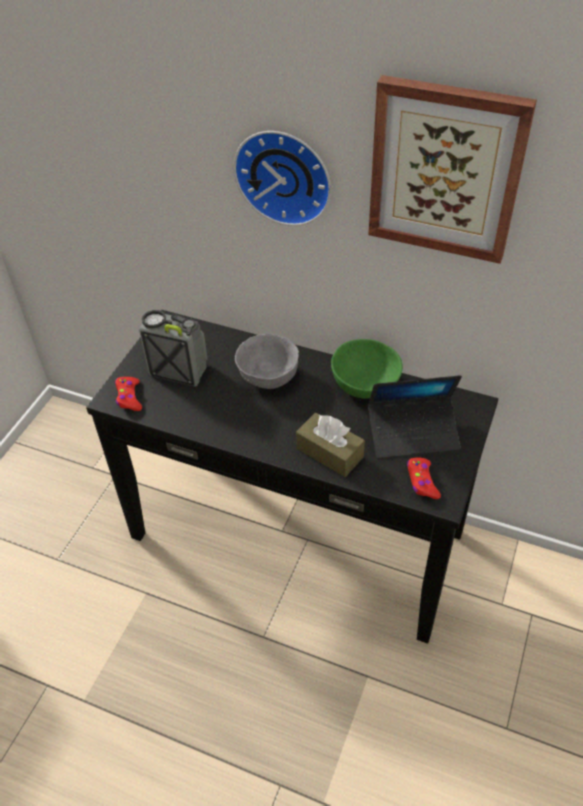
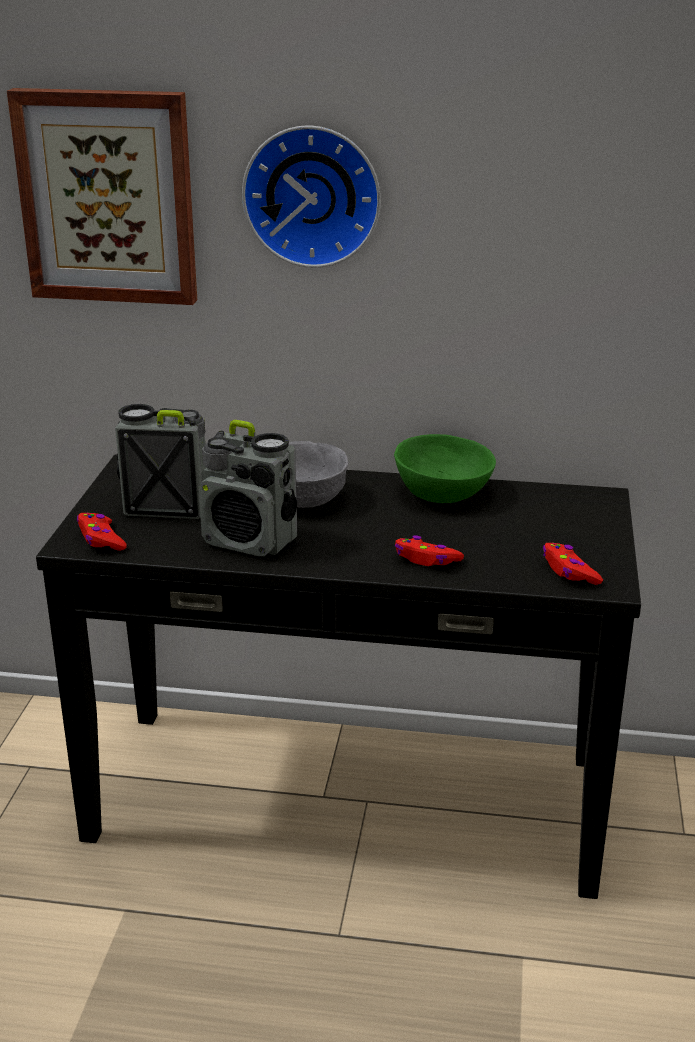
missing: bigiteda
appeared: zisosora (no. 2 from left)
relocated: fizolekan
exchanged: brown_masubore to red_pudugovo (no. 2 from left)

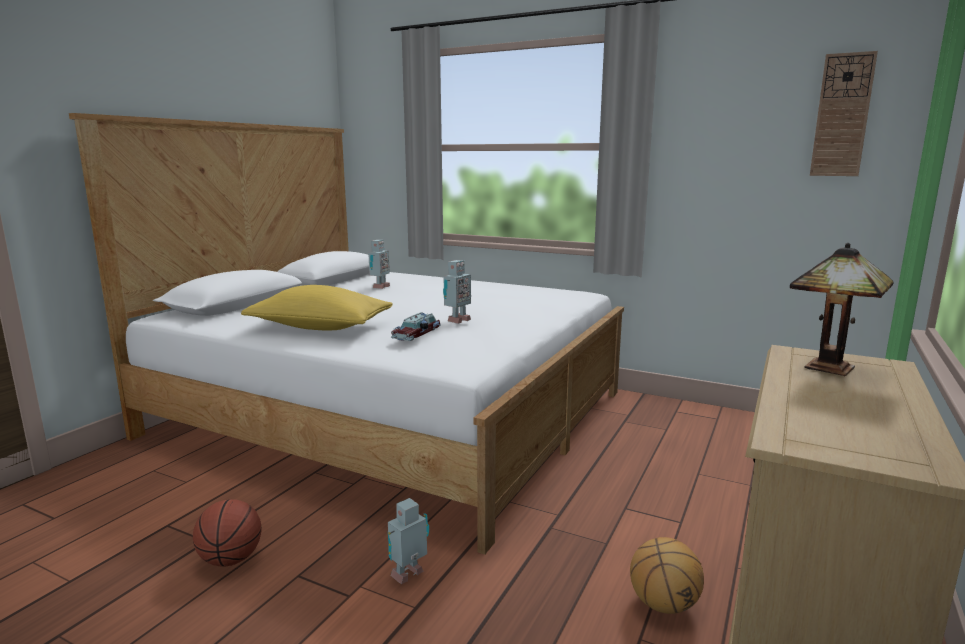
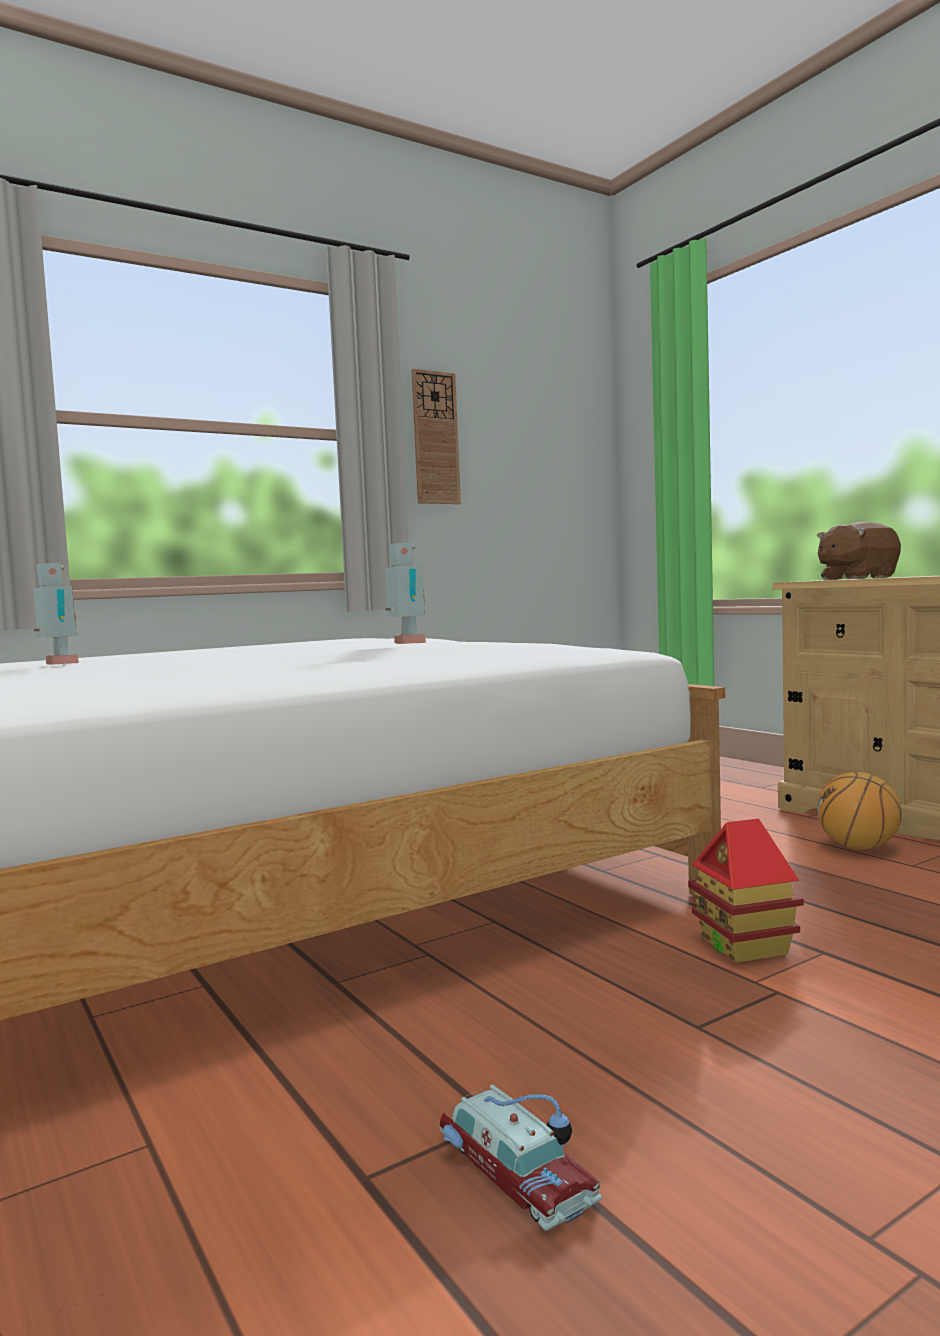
missing: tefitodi (no. 1 from left); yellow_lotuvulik
relocated: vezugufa; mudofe
exchanged: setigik (no. 2 from left) to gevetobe; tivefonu to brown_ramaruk

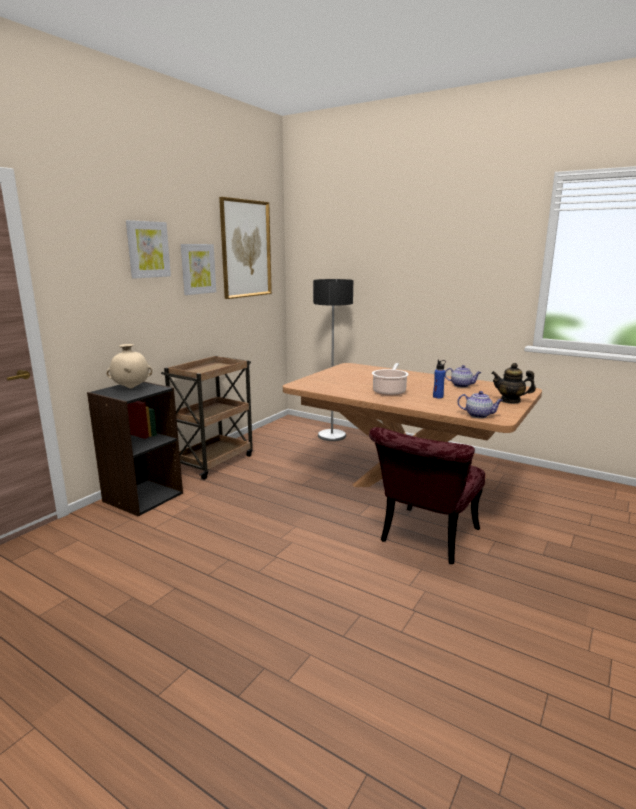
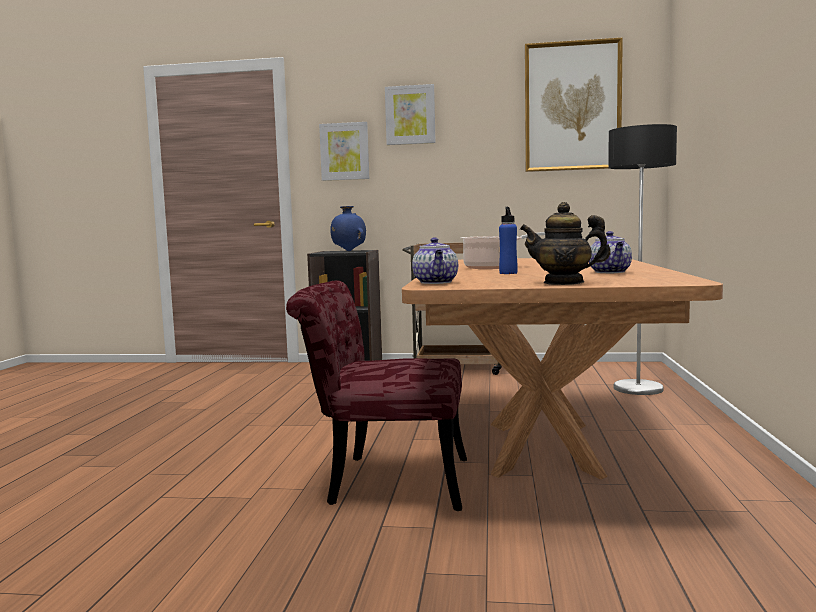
relocated: fizolekan (no. 2 from left in the first image) to fizolekan (no. 1 from left)
colour: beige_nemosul to blue_nemosul
spun: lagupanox (no. 3 from left in the first image) 75 degrees counterclockwise

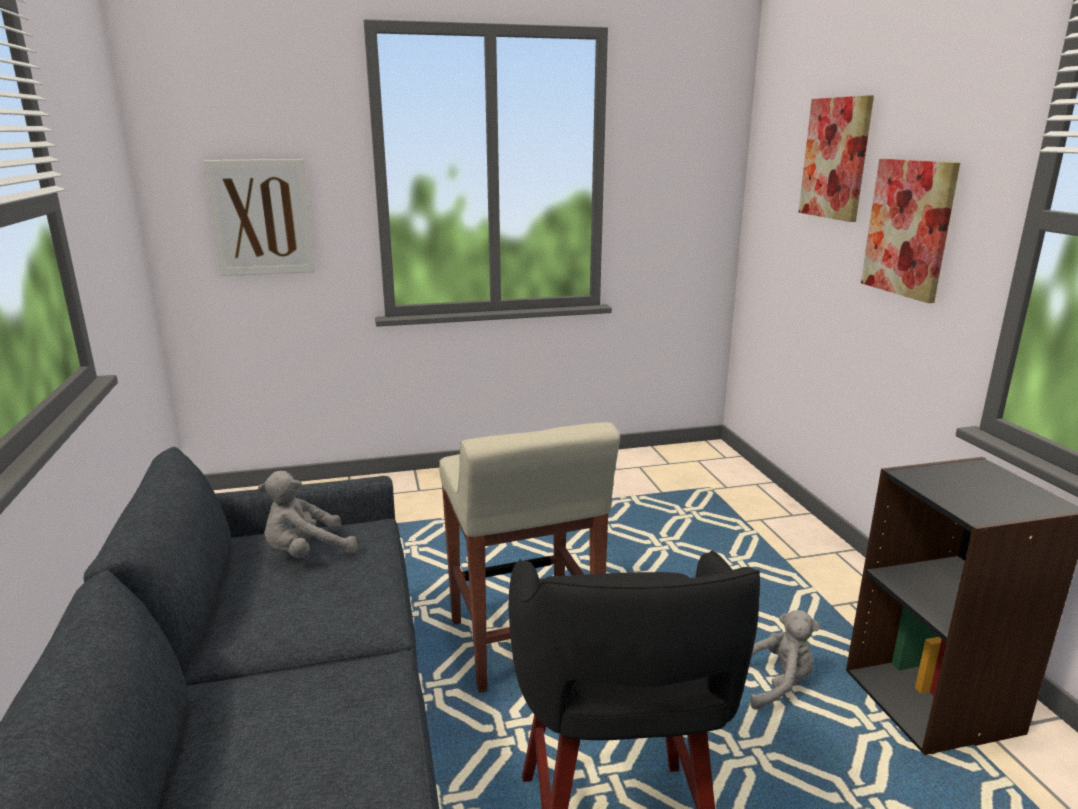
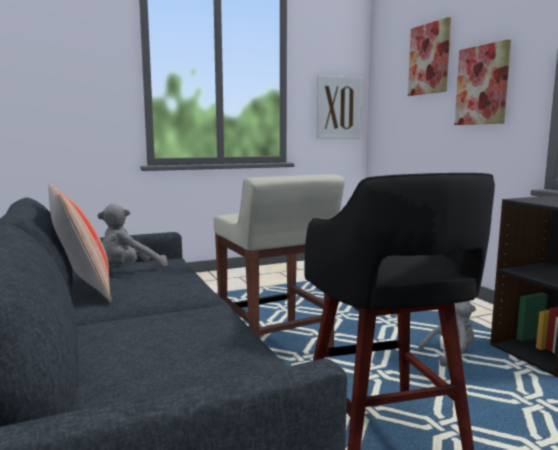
appeared: lotuvulik
relocated: fizolekan (no. 1 from left)

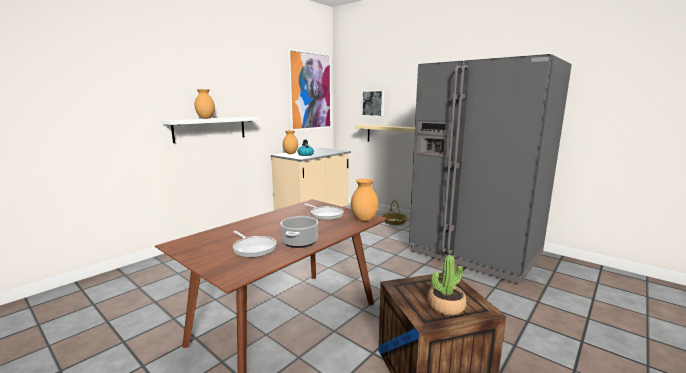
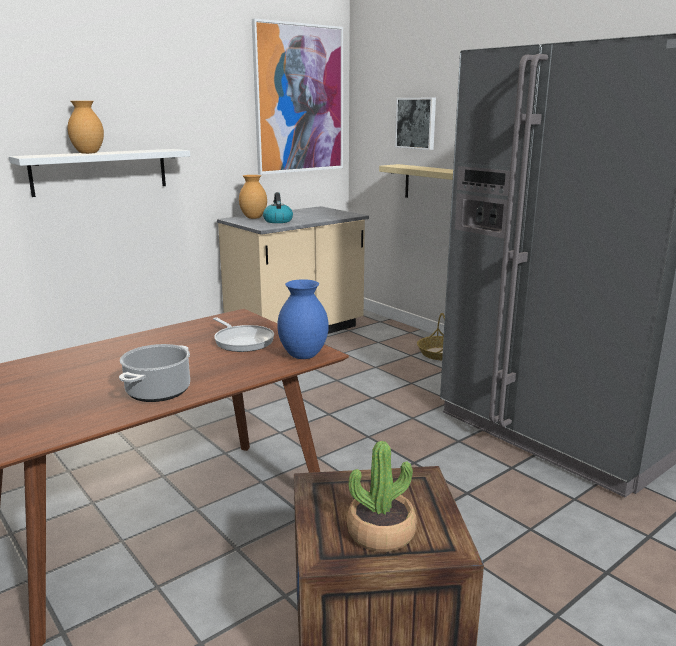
missing: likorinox (no. 1 from left)
colour: brown_nemosul (no. 3 from left) to blue_nemosul

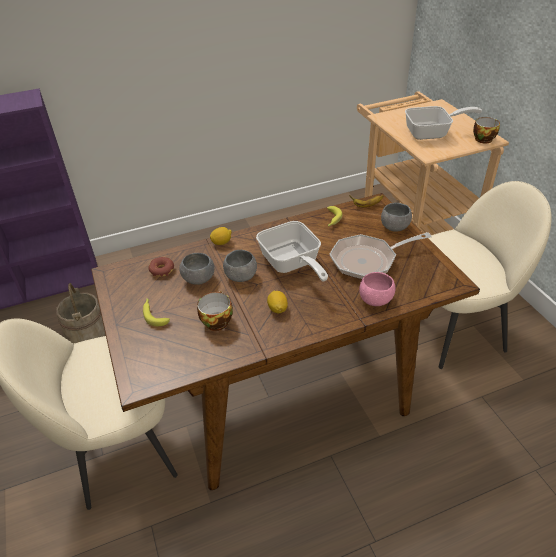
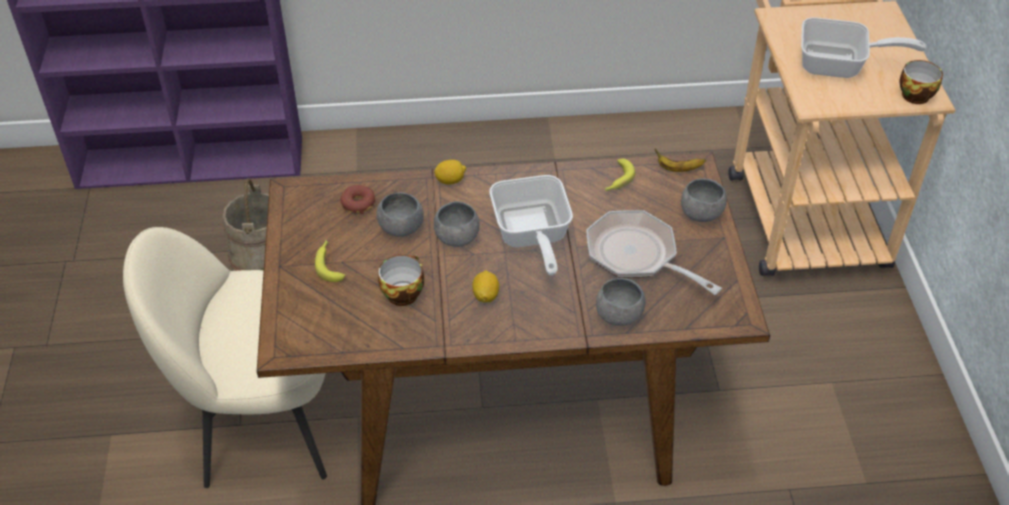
missing: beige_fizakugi (no. 2 from left)
colour: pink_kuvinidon to grey_kuvinidon (no. 3 from left)
spun: likorinox (no. 2 from left) 45 degrees clockwise

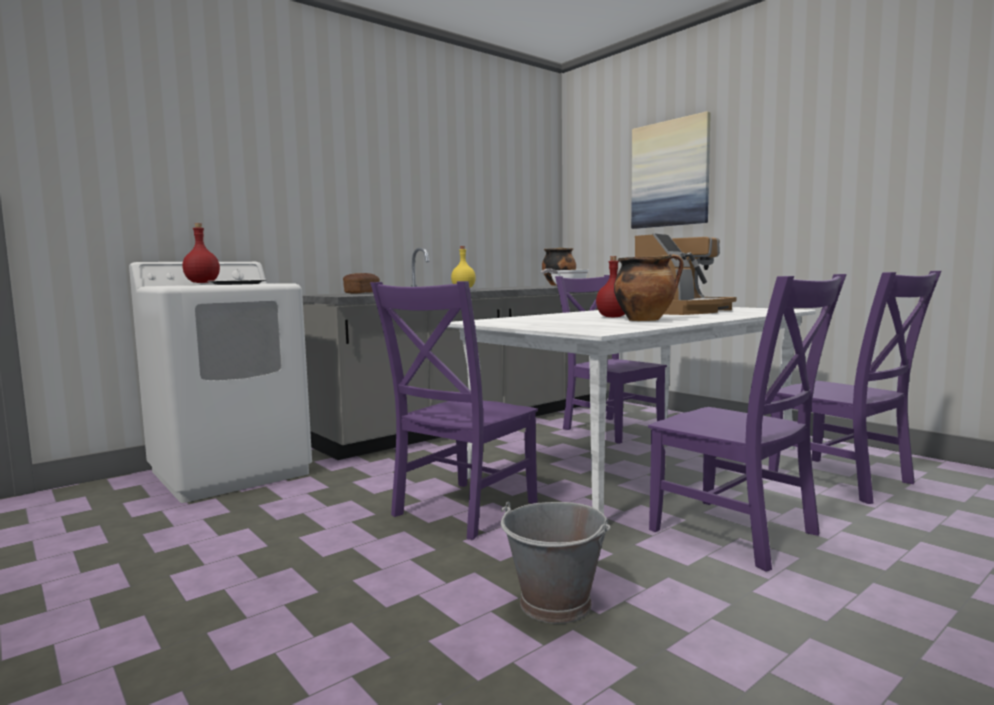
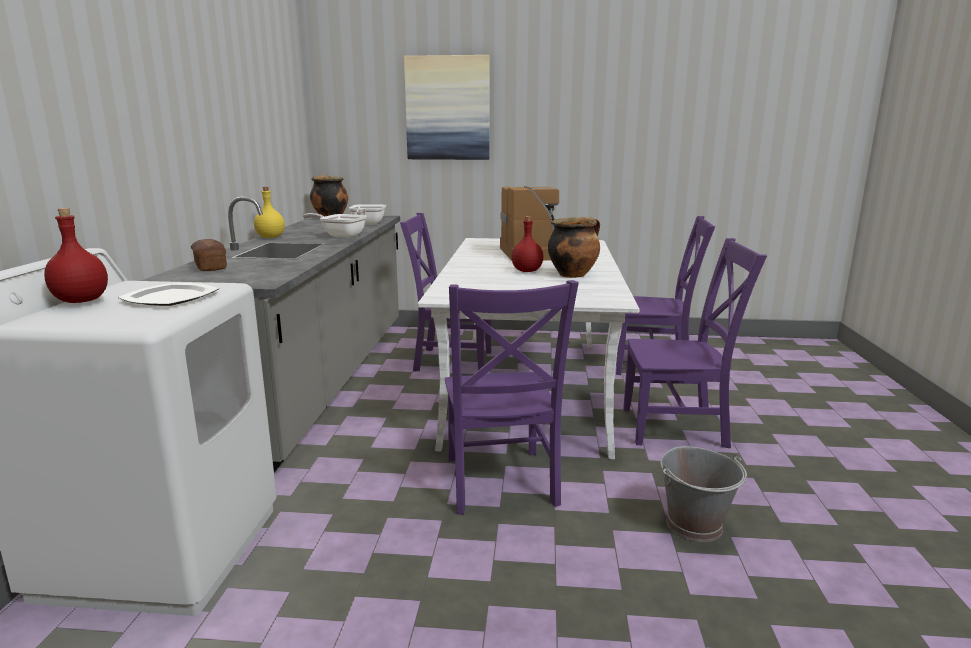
appeared: likorinox (no. 1 from left)

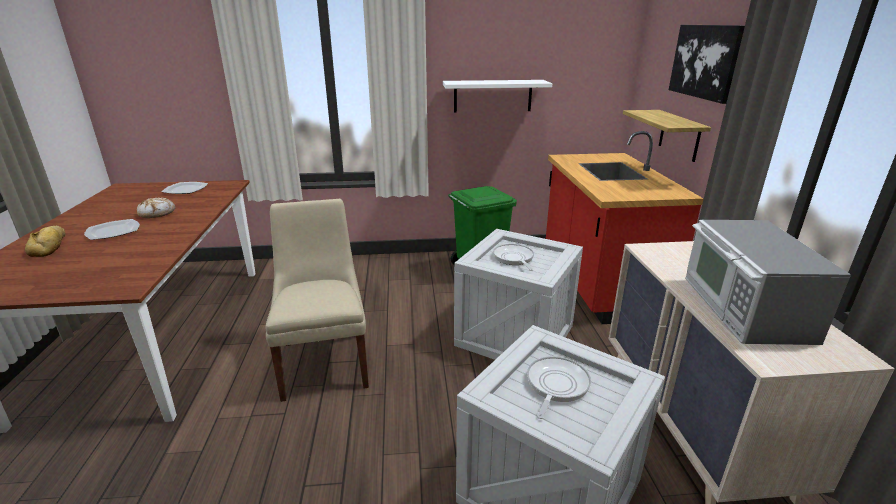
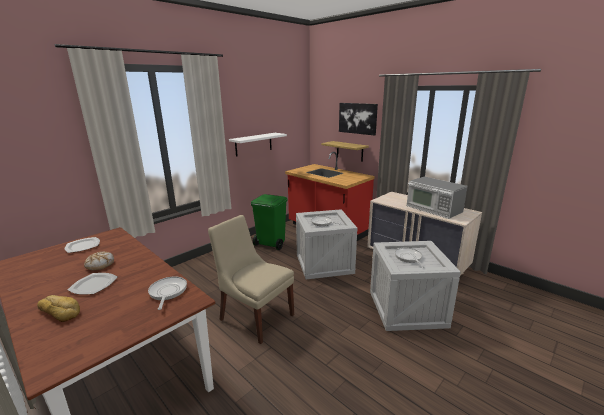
appeared: likorinox (no. 1 from left)

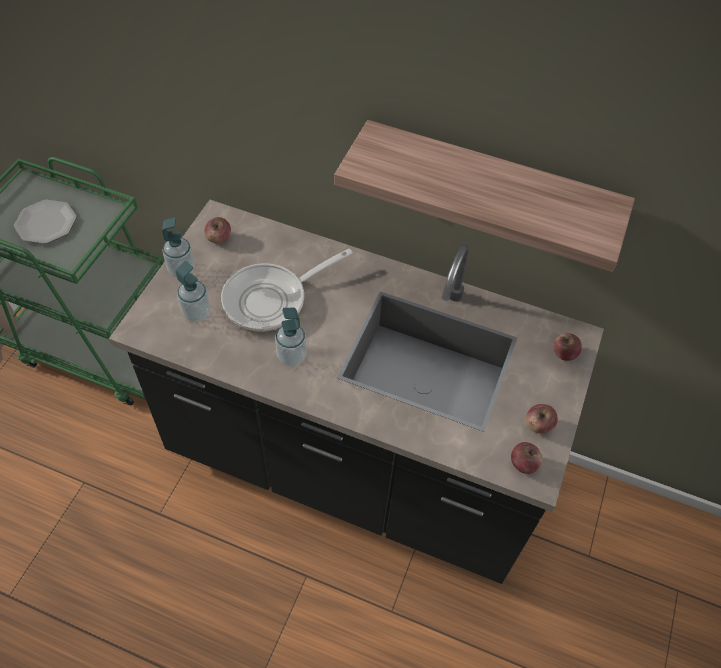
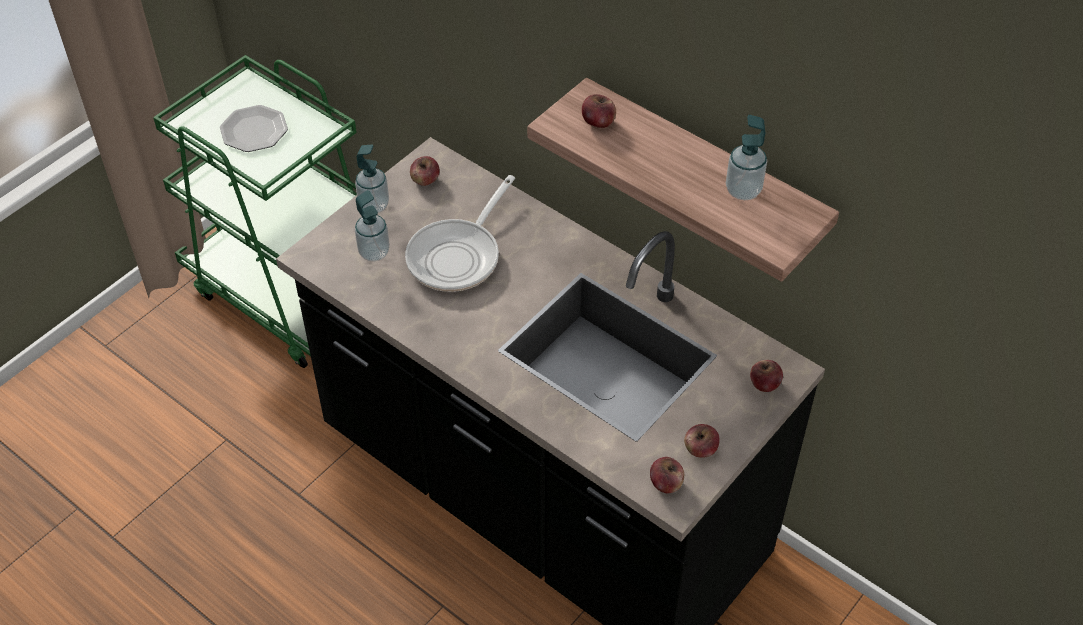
appeared: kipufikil (no. 2 from left)
relocated: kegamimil (no. 3 from left)
spun: likorinox 45 degrees counterclockwise

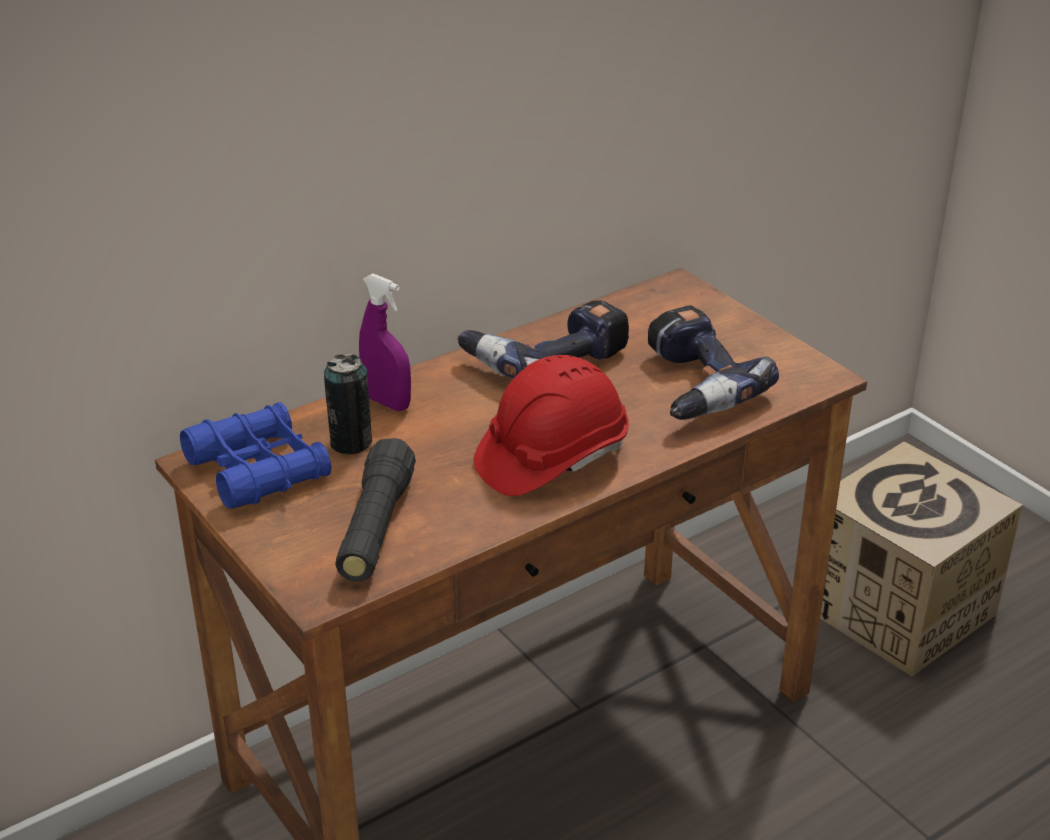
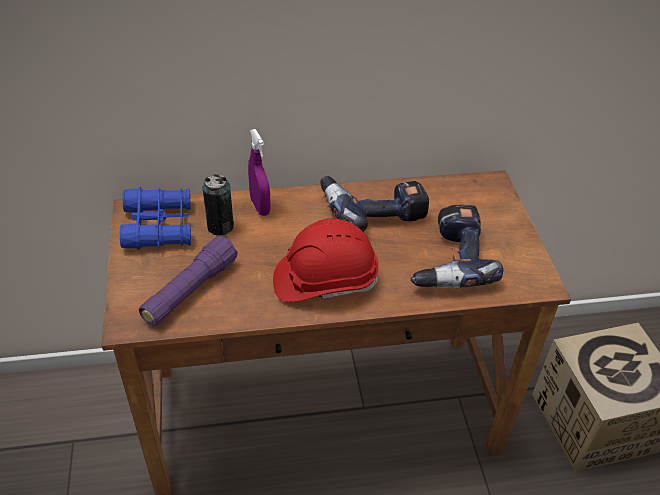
colour: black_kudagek to purple_kudagek

